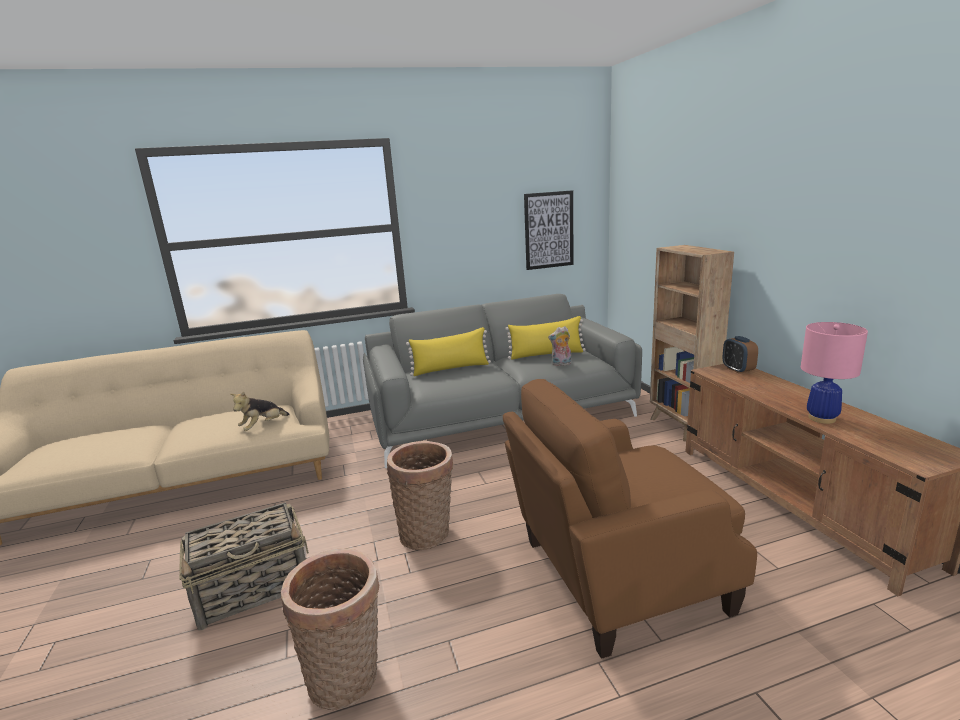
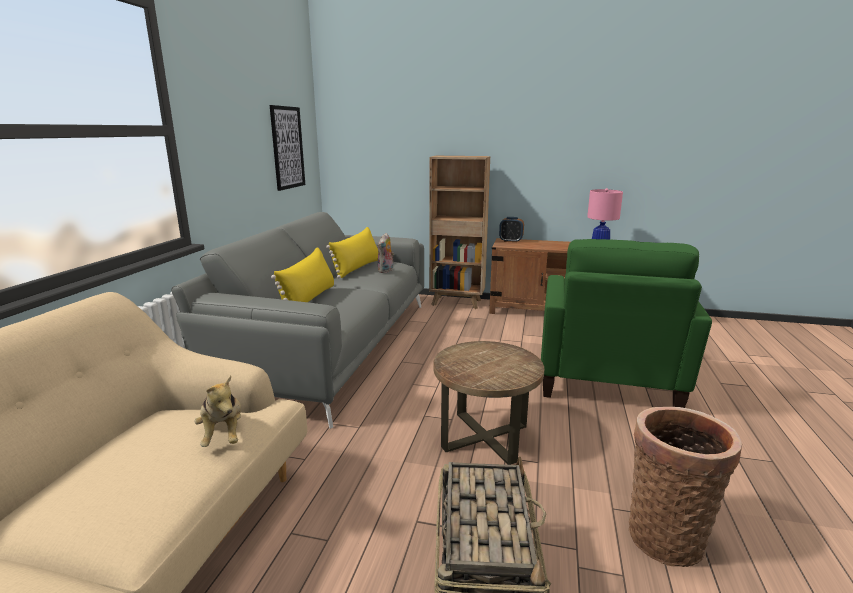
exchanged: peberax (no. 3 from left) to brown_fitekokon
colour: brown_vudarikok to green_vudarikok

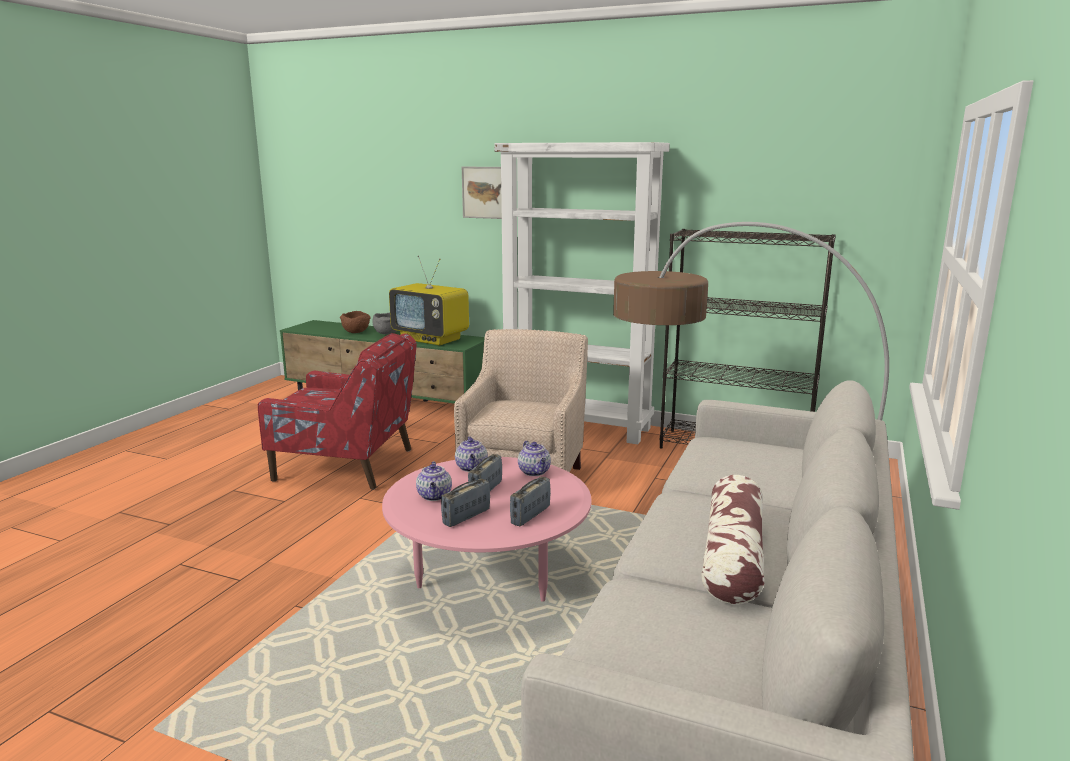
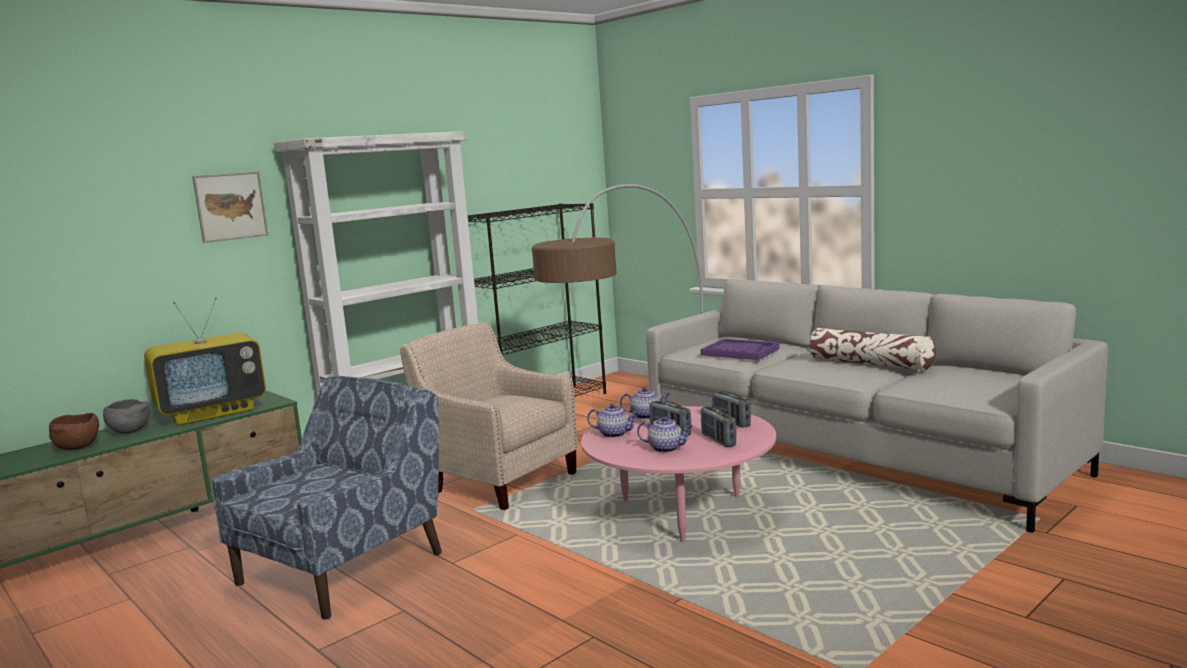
appeared: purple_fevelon
colour: red_vudarikok to blue_vudarikok

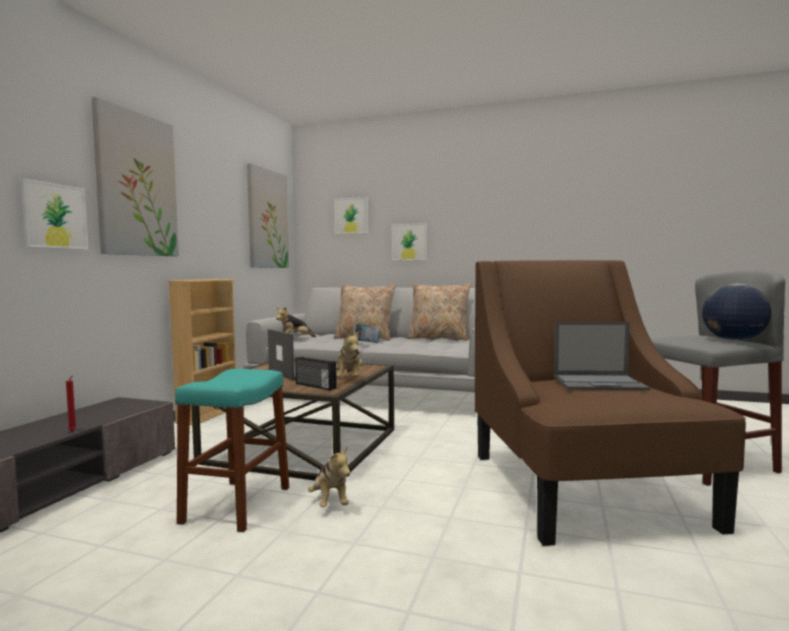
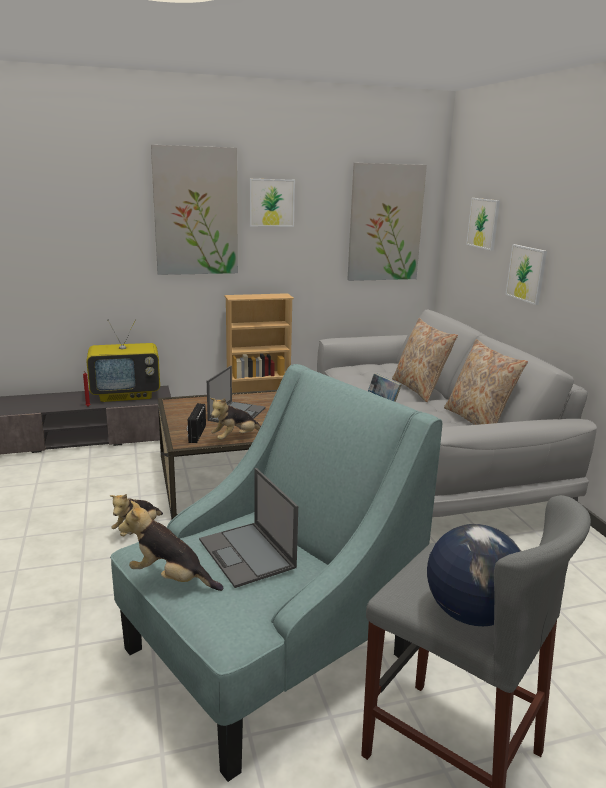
missing: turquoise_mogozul
appeared: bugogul
relocated: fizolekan (no. 1 from left in the first image) to fizolekan (no. 2 from left); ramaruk (no. 1 from left in the first image) to ramaruk (no. 2 from left)
colour: brown_vudarikok to turquoise_vudarikok

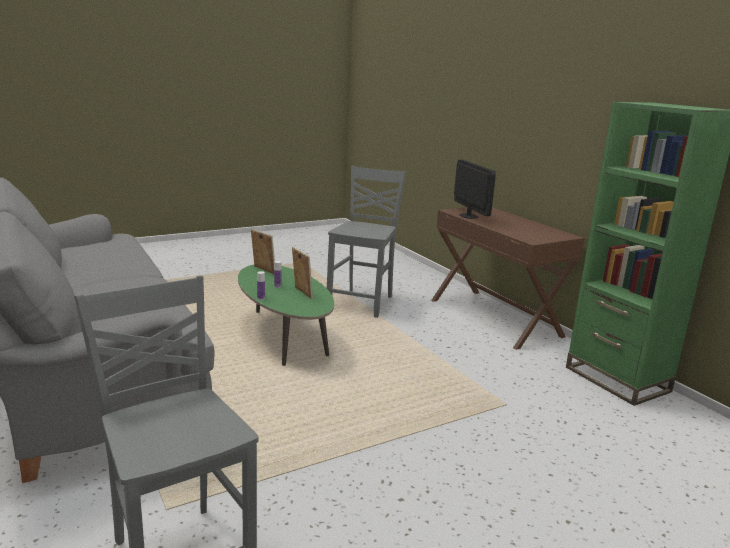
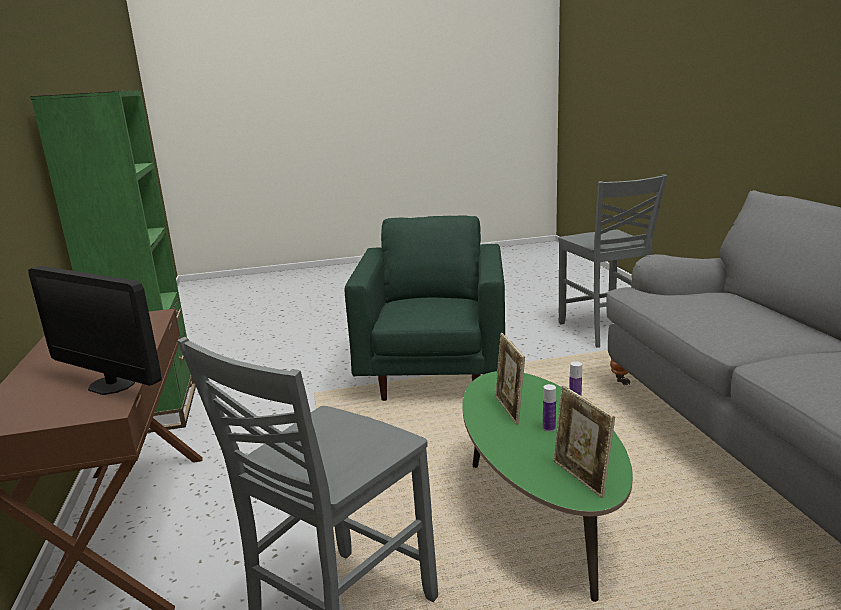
appeared: green_vudarikok
spun: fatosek 60 degrees counterclockwise

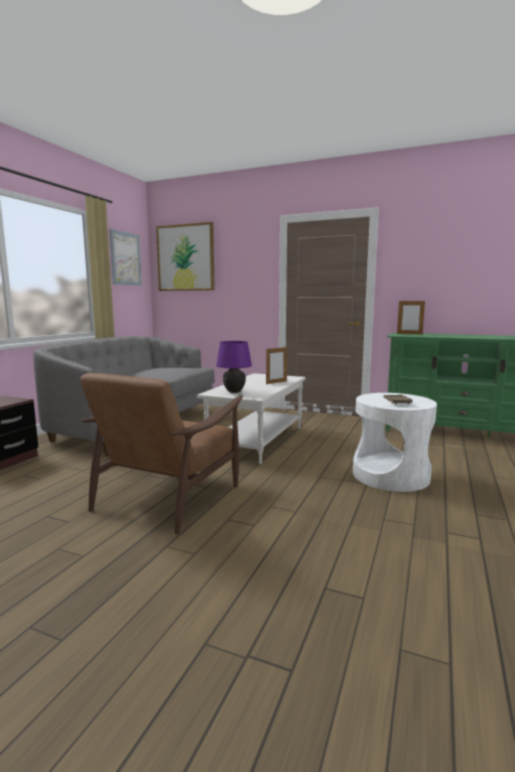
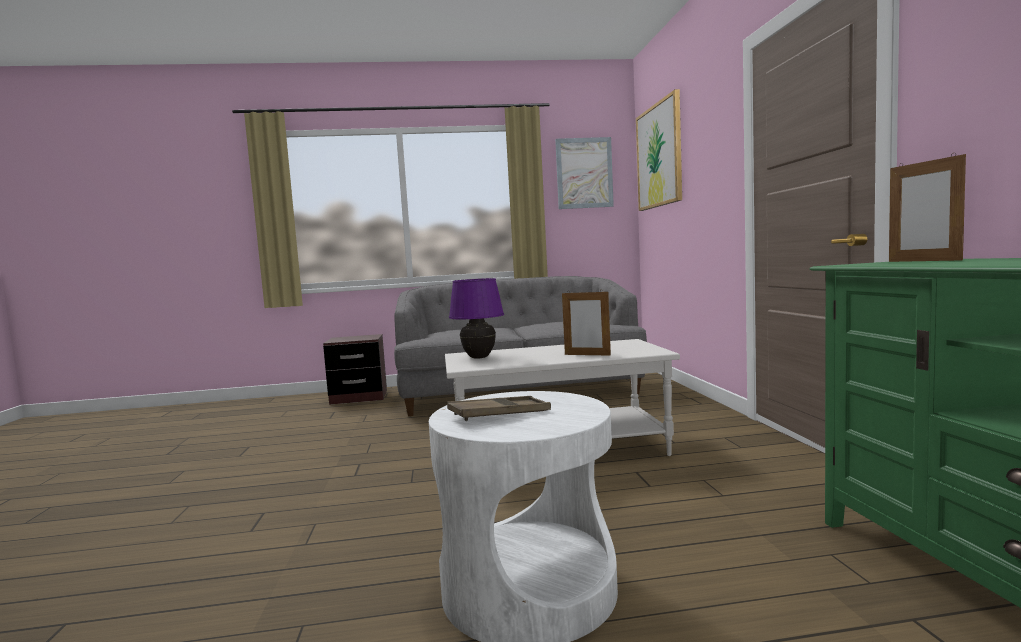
missing: brown_vudarikok

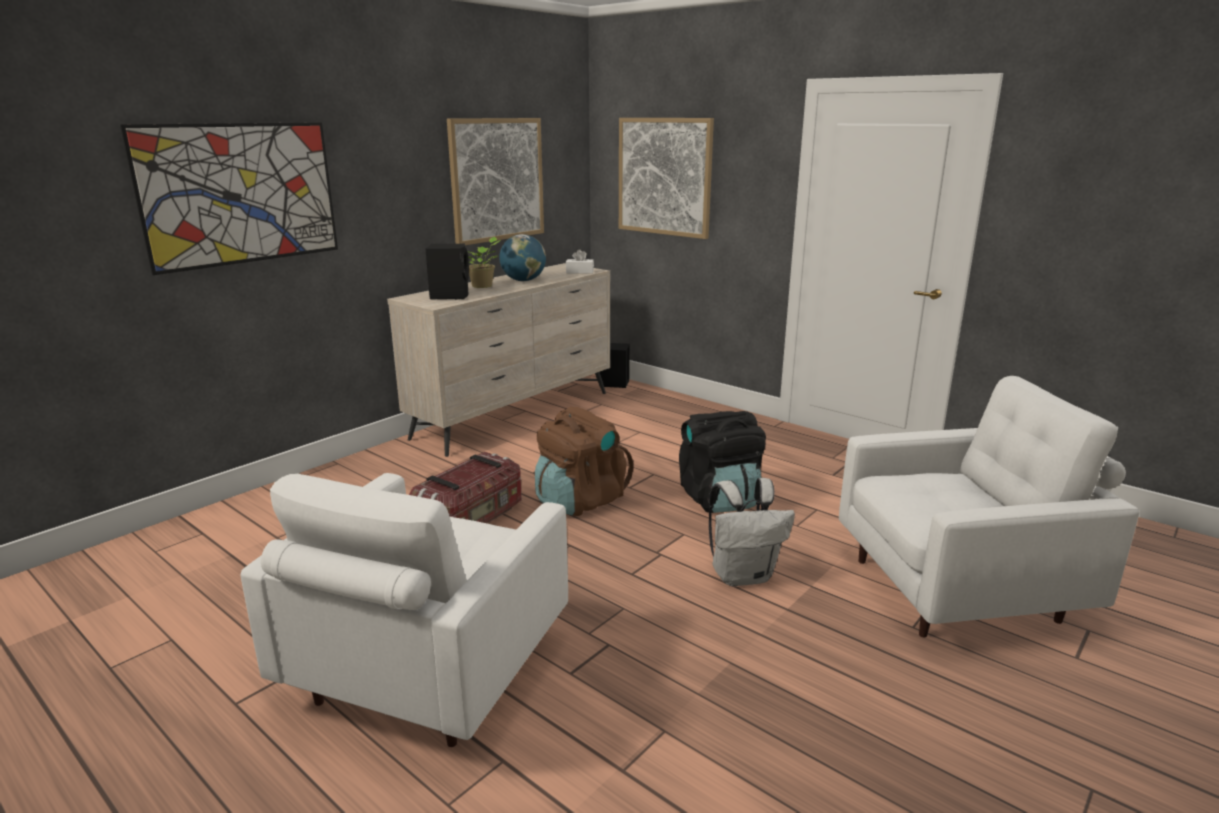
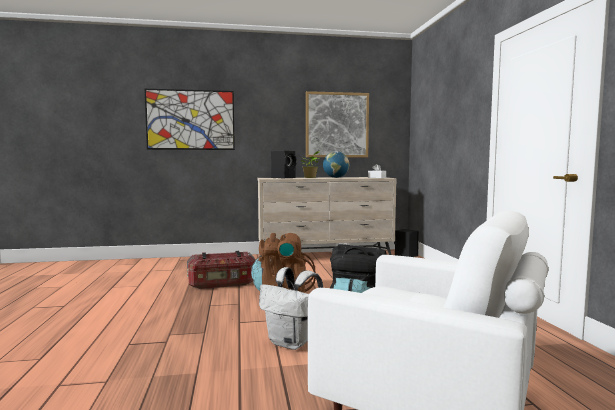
missing: white_vudarikok (no. 1 from left); fizolekan (no. 3 from left)

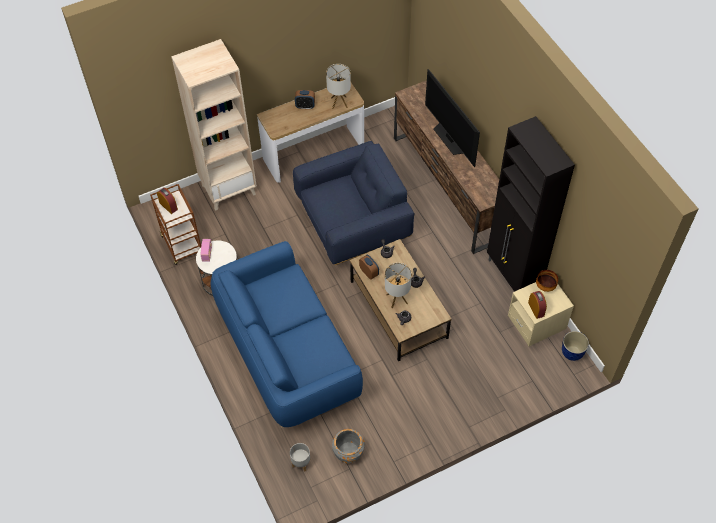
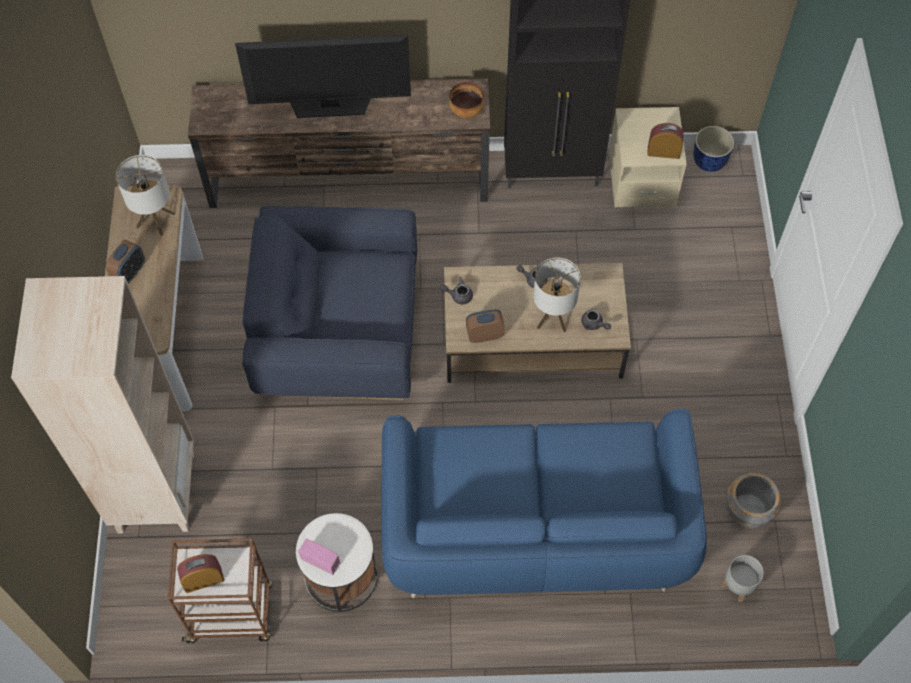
relocated: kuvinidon
spun: blue_vudarikok 90 degrees counterclockwise

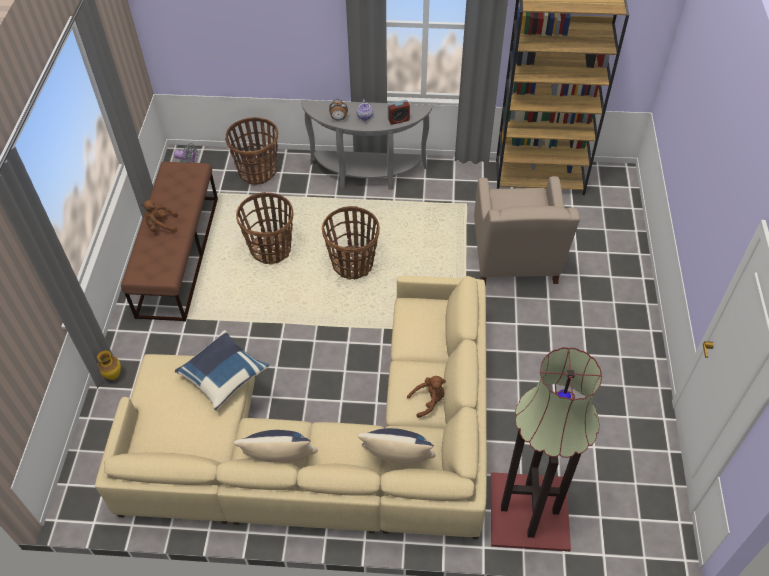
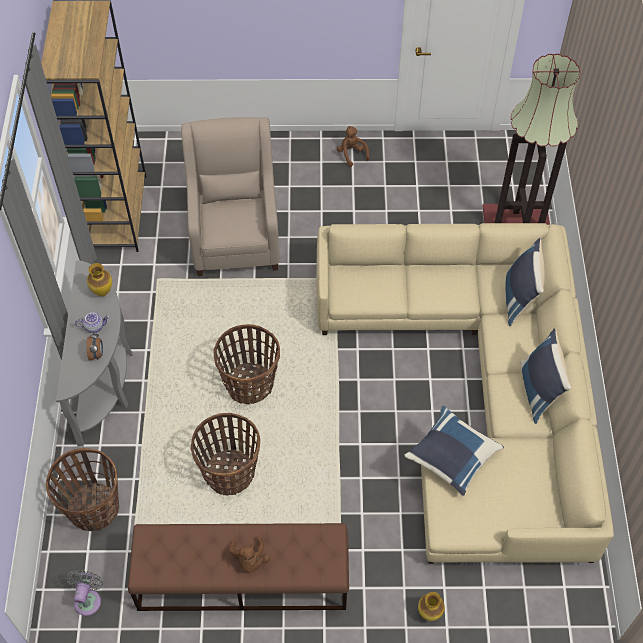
relocated: brown_ramaruk (no. 2 from left)
exchanged: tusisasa (no. 2 from left) to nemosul (no. 1 from left)
spun: beige_vudarikok 90 degrees counterclockwise

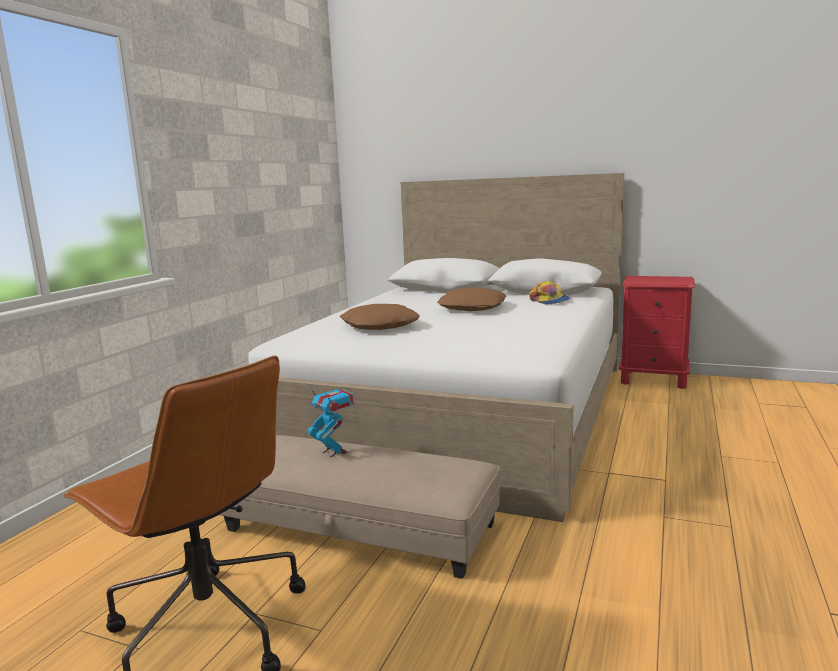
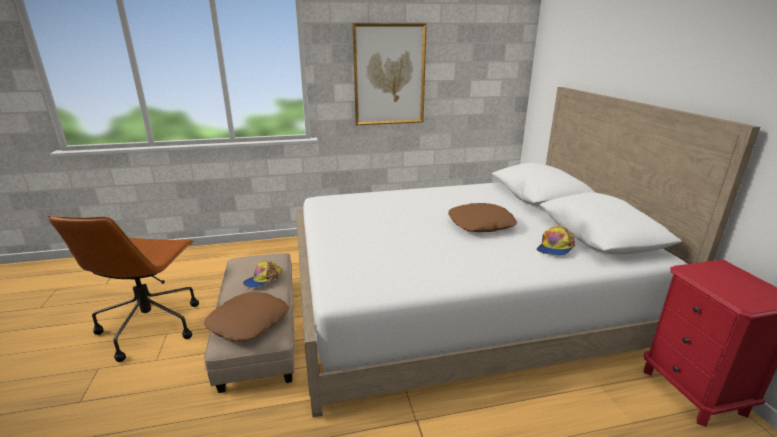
appeared: fizolekan
relocated: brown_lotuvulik (no. 1 from left)
exchanged: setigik to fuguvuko (no. 1 from left)

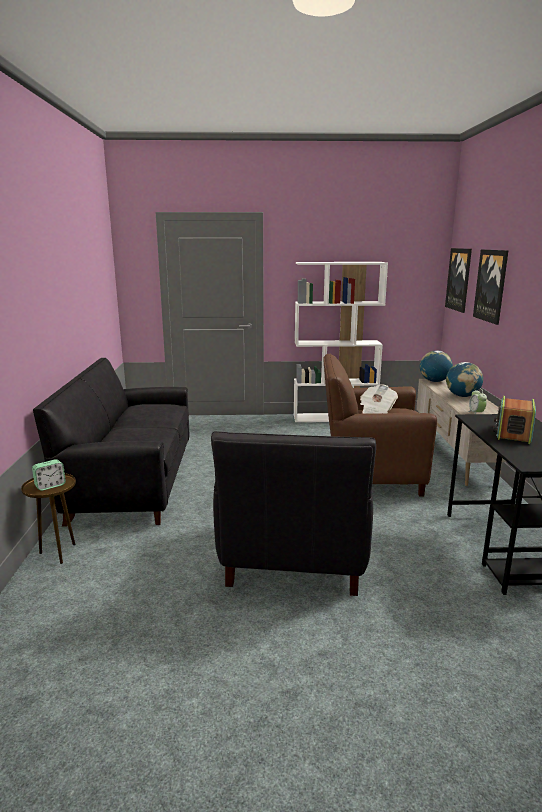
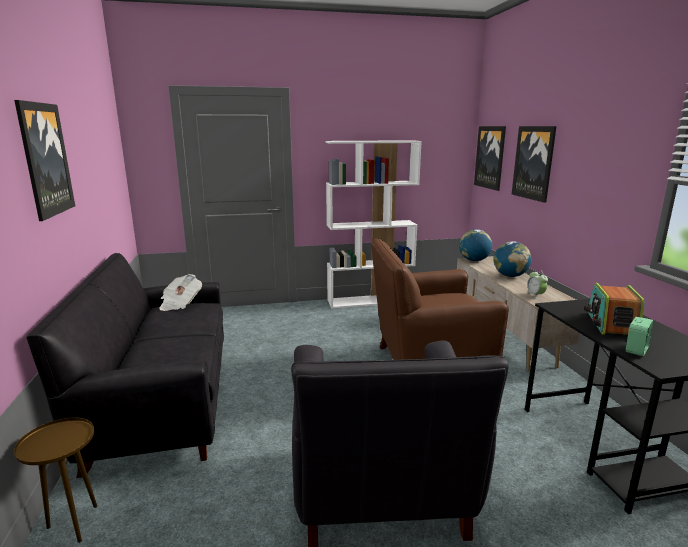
appeared: fizolekan (no. 1 from left)
relocated: tusisasa (no. 1 from left in the first image) to tusisasa (no. 2 from left); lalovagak

